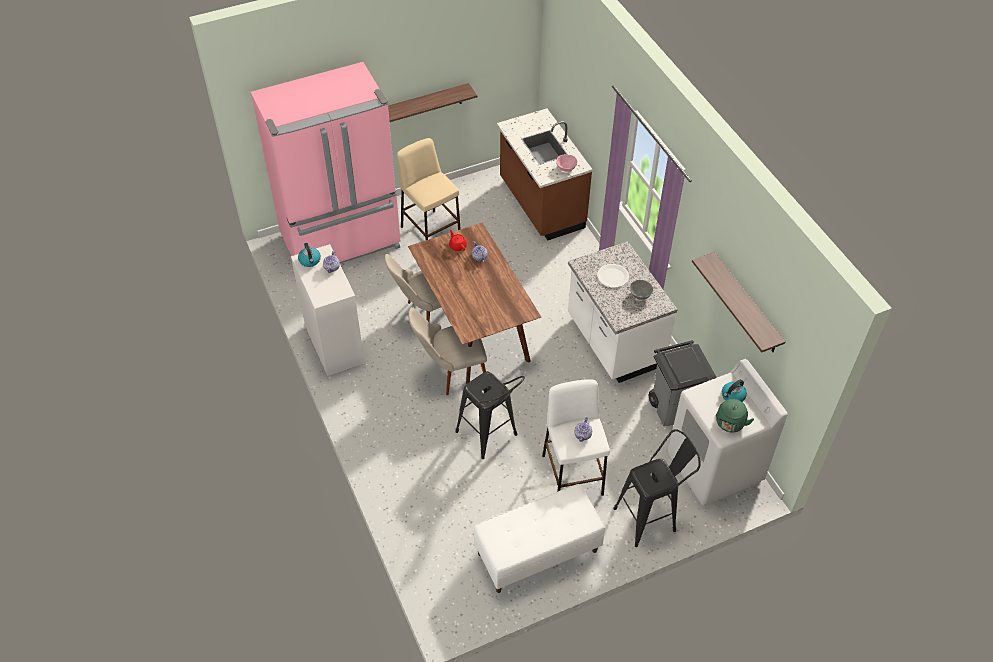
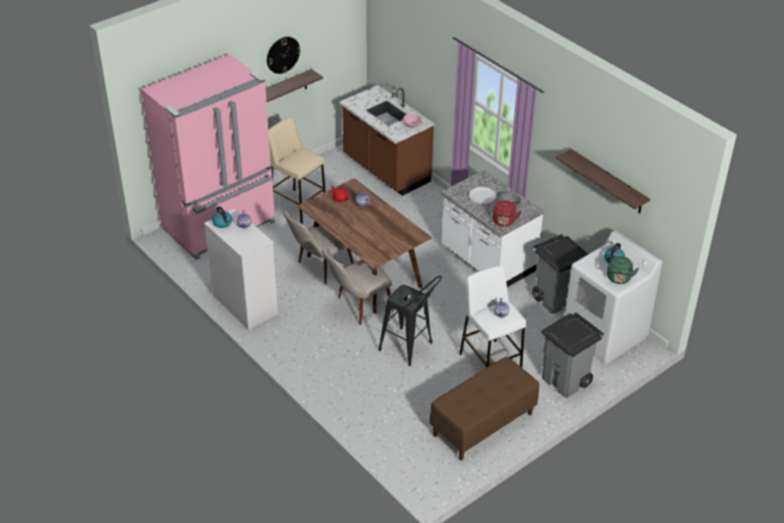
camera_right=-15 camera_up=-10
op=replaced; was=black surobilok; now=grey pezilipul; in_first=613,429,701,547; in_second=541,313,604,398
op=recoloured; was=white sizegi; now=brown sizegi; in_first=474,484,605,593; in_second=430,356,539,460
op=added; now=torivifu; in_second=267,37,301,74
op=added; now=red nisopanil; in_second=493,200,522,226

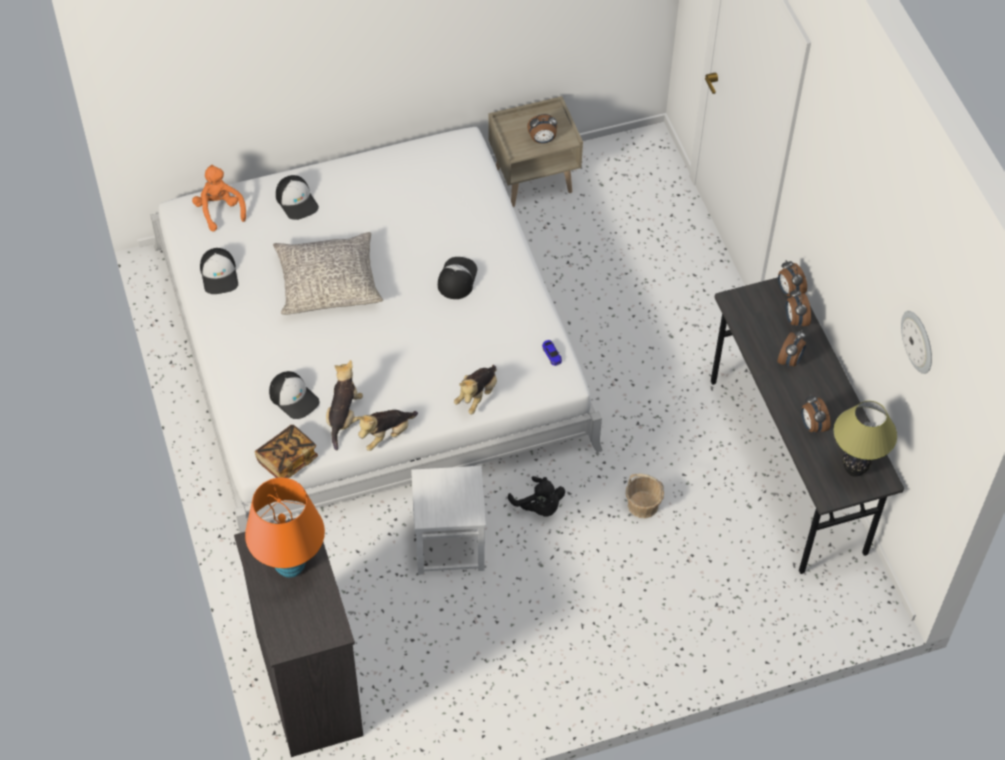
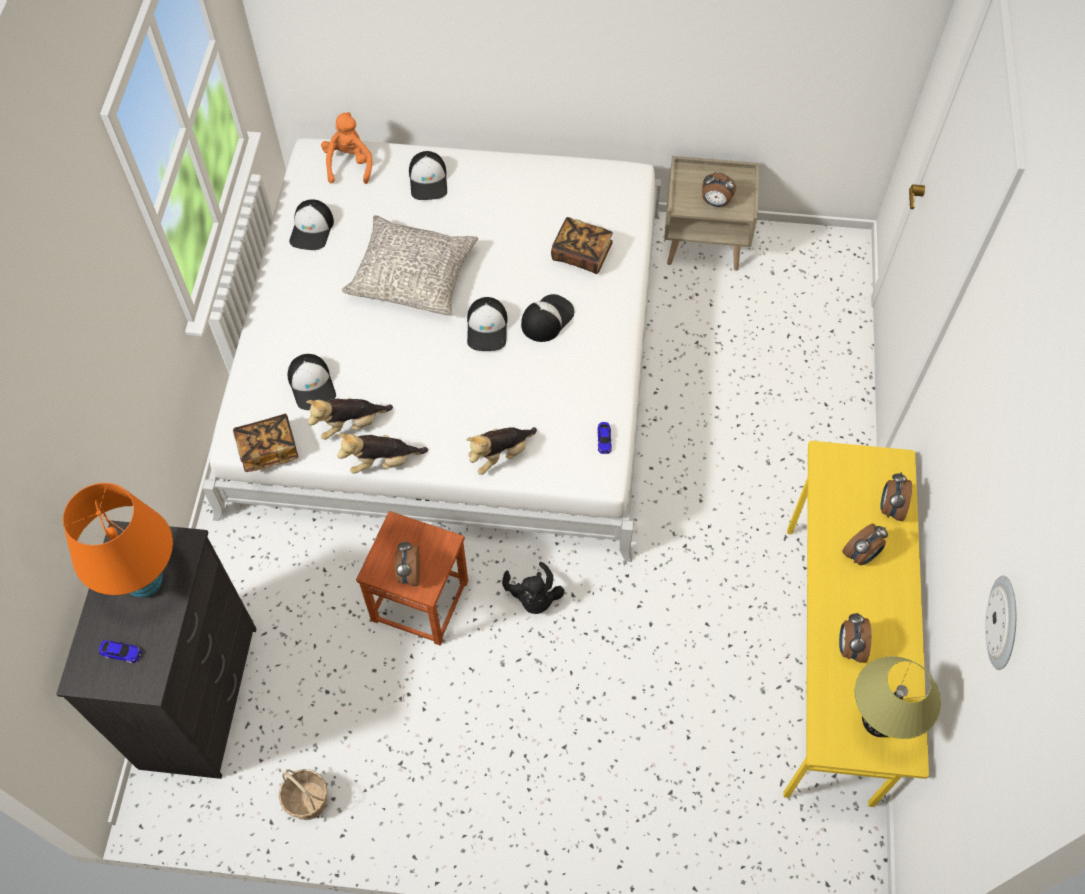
camera_right=25 camera_up=5
op=moved; was=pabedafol; in_first=778,260,807,296; in_second=395,541,420,586
op=recoloured; was=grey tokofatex; now=yellow tokofatex; in_first=711,277,904,574; in_second=783,441,929,807
op=turned; was=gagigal; in_first=326,360,363,450; in_second=306,398,393,440; clockwise=-150
op=recoloured; was=white surobilok; now=brown surobilok; in_first=411,466,486,575; in_second=356,511,468,645
op=moved; was=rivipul; in_first=626,474,664,518; in_second=279,769,328,820
op=added; now=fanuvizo; in_second=551,217,613,274
op=added; now=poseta; in_second=467,297,508,351
op=added; now=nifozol; in_second=99,640,141,663

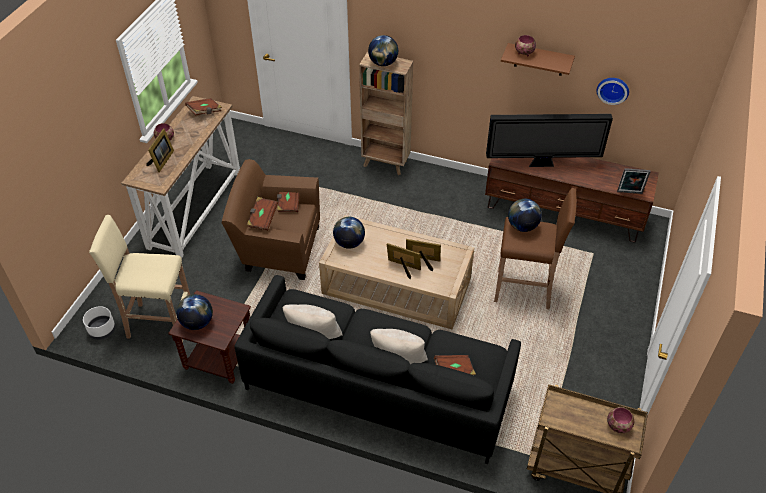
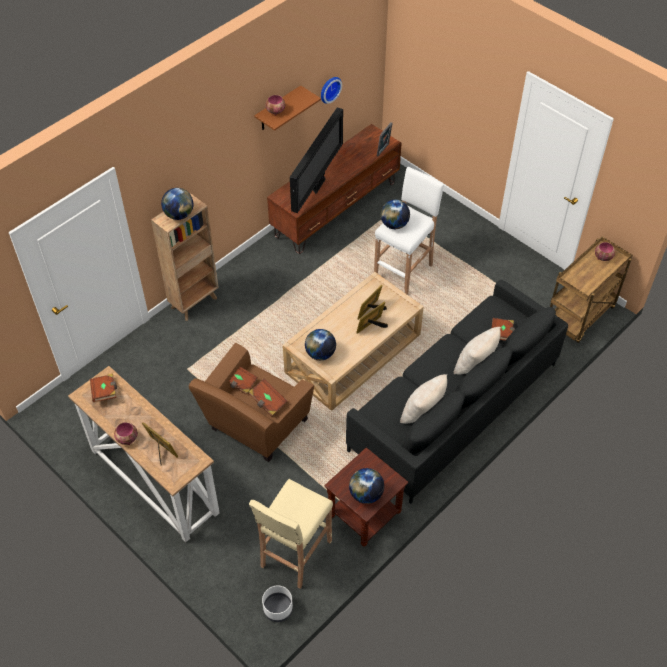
camera_right=-65 camera_up=5
op=recoloured; was=brown surobilok; now=white surobilok; in_first=494,188,577,309; in_second=374,167,444,294

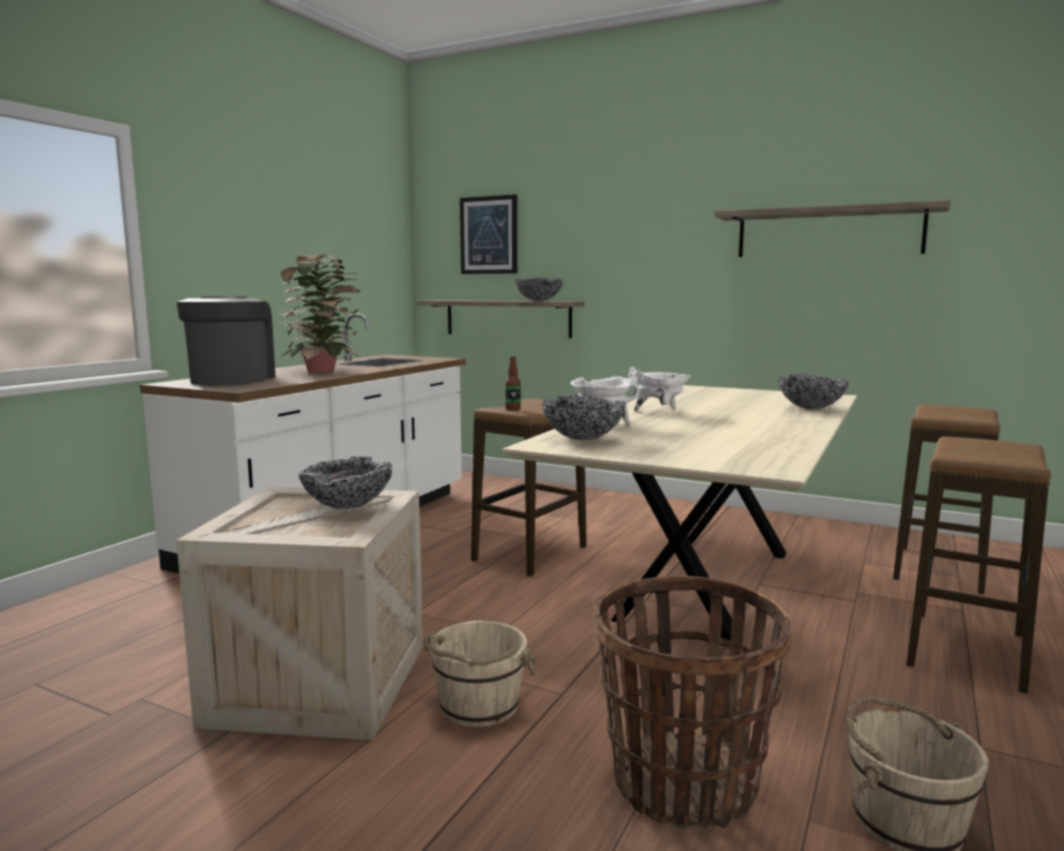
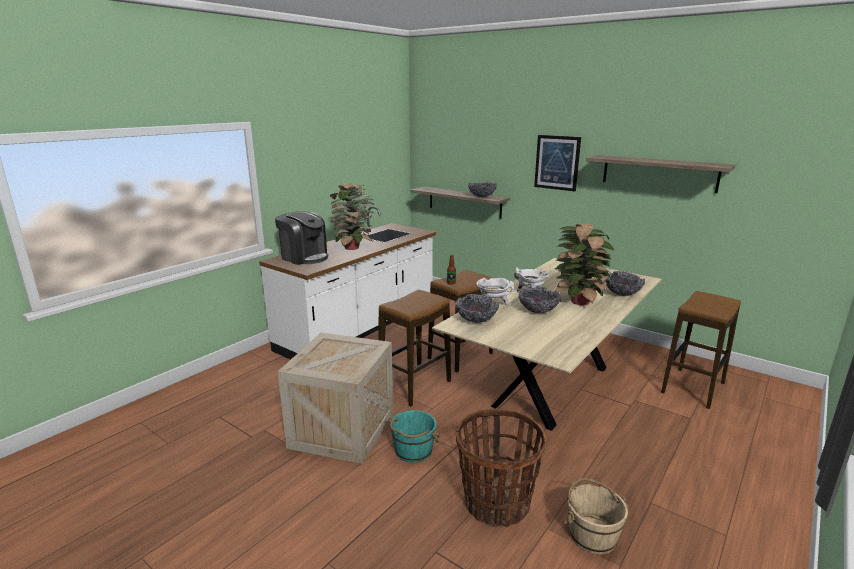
camera_right=10 camera_up=10
op=moved; was=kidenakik; in_first=460,194,517,274; in_second=534,135,581,191
op=turned; was=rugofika; in_first=177,297,276,385; in_second=275,211,328,265; clockwise=120
op=moved; was=surobilok; in_first=906,436,1051,693; in_second=379,290,451,406
op=moved; was=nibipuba; in_first=299,456,392,509; in_second=518,287,561,313
op=recoloured; was=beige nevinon; now=turquoise nevinon; in_first=423,621,537,727; in_second=389,410,440,463
op=added; now=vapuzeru; in_second=555,224,615,305

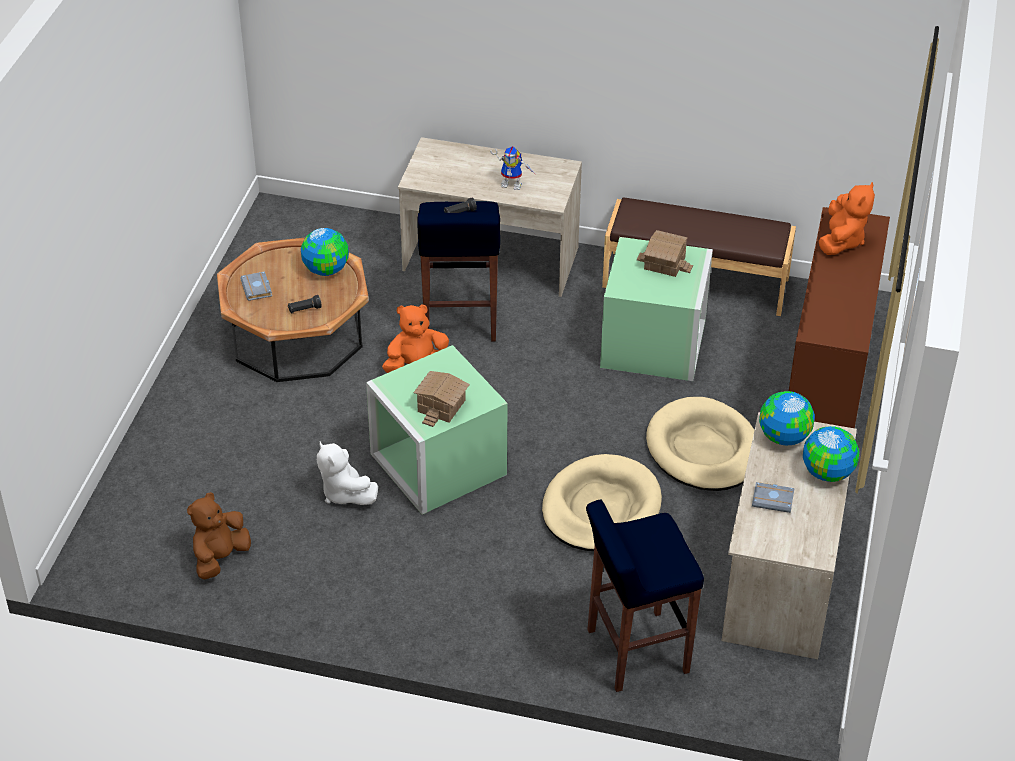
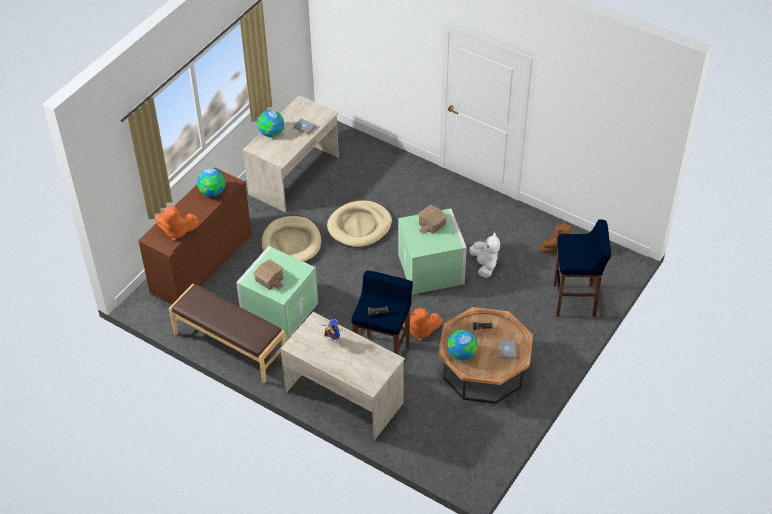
camera_right=-160 camera_up=5
op=turned; was=orange gagigal; in_first=819,182,875,255; in_second=155,206,199,241; clockwise=-120
op=moved; was=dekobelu; in_first=759,391,815,445; in_second=197,168,225,197
op=moved; was=blue surobilok; in_first=586,499,704,692; in_second=553,219,611,317

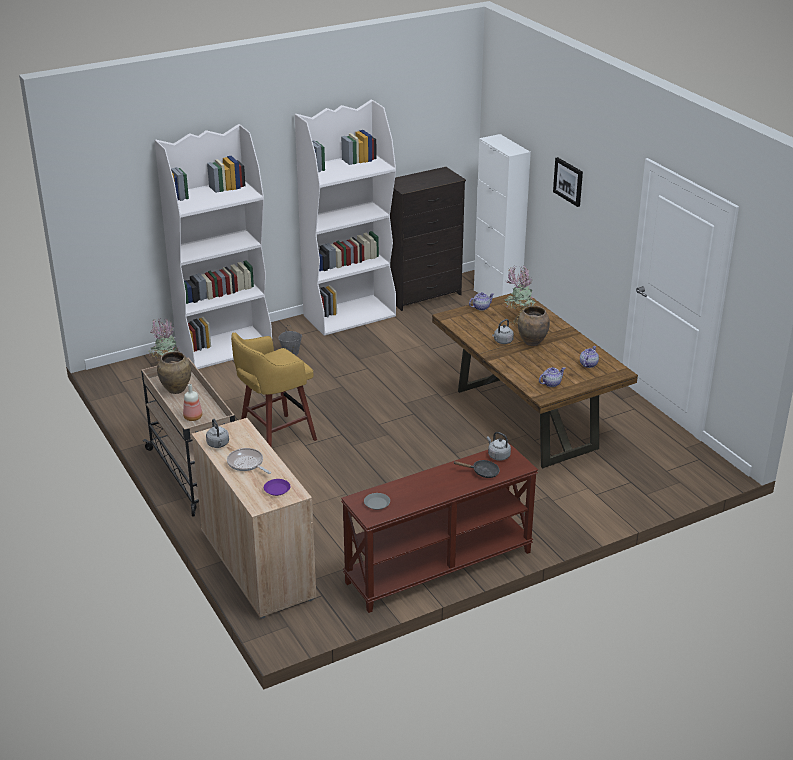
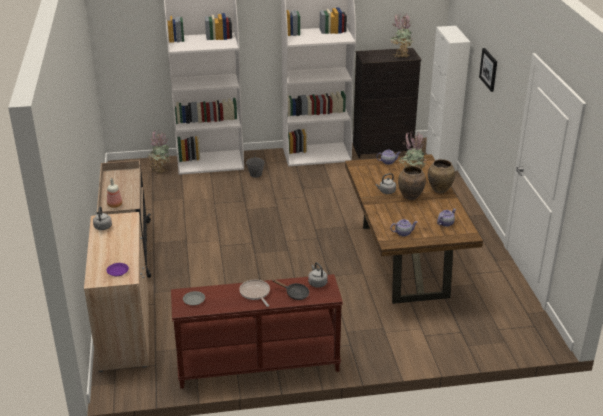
camera_right=20 camera_up=0
op=removed; was=yellow surobilok; in_first=231,333,317,448
op=moved; was=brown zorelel; in_first=157,351,191,394; in_second=428,159,455,193
op=moved; was=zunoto; in_first=227,448,271,474; in_second=239,280,270,307
op=added; now=vapuzeru; in_second=390,13,413,58

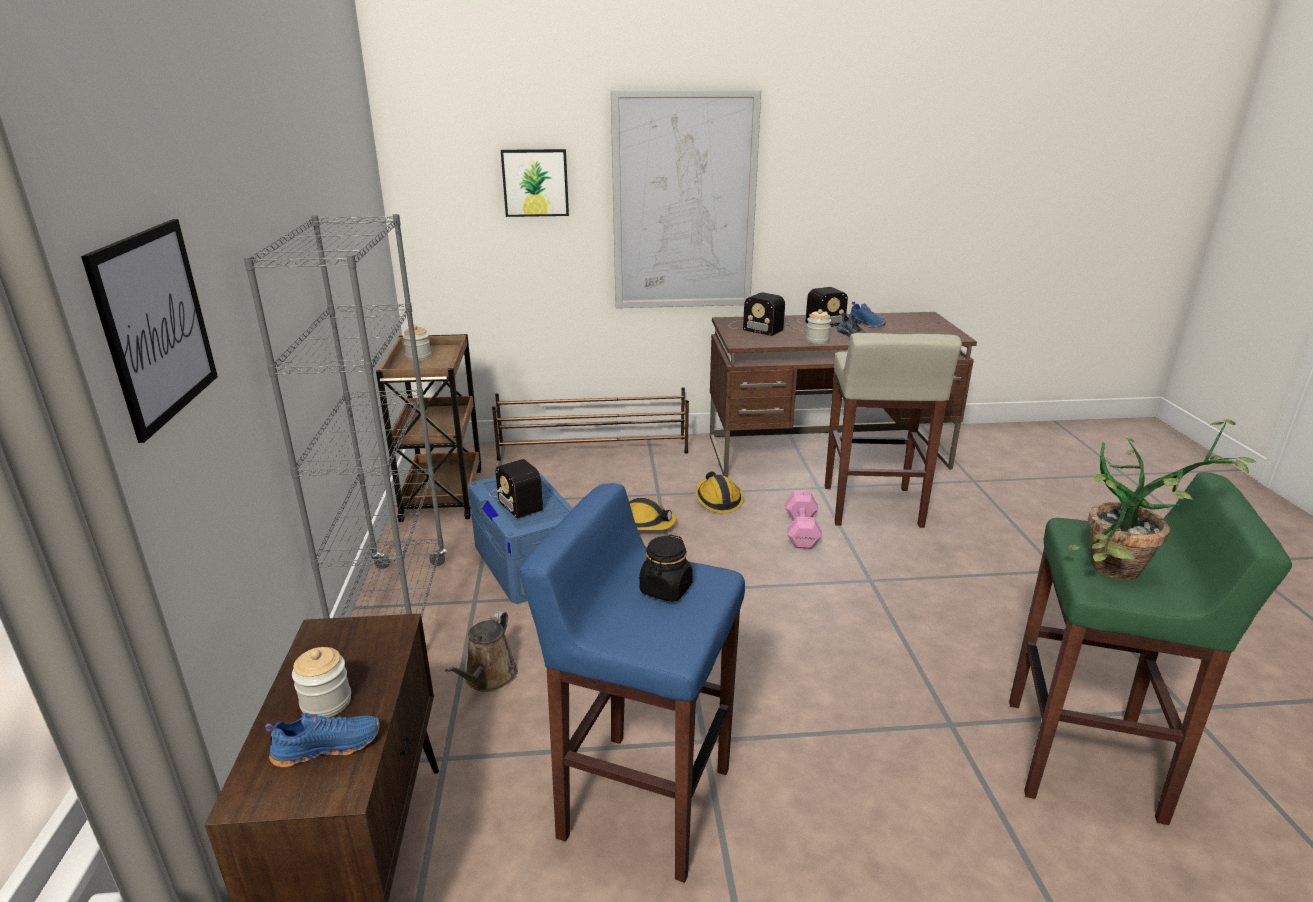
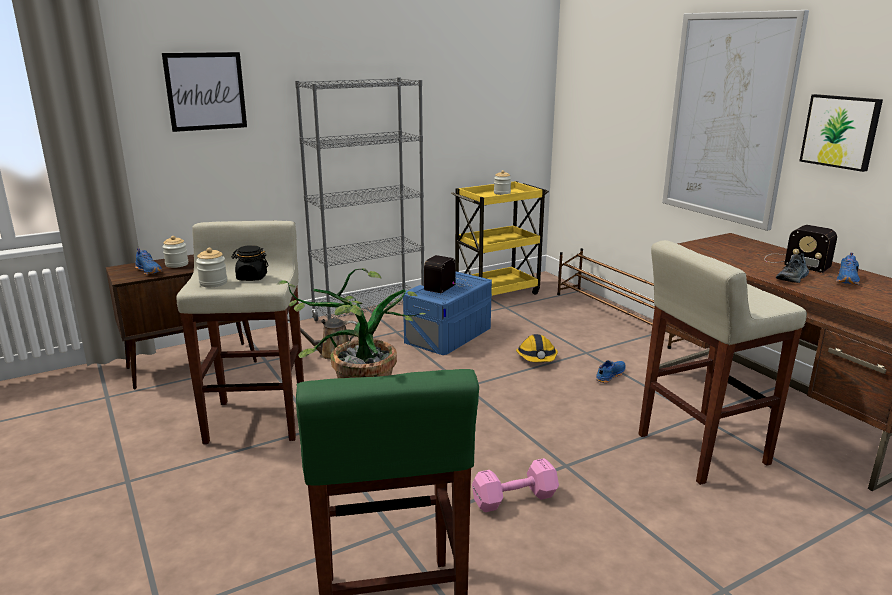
camera_right=65 camera_up=-5
op=moved; was=kidenakik; in_first=501,149,569,217; in_second=799,94,883,172
op=removed; was=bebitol; in_first=728,292,785,336
op=moved; was=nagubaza; in_first=806,309,831,344; in_second=196,248,227,287
op=recoloured; was=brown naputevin; now=yellow naputevin; in_first=376,334,482,522; in_second=451,181,549,296
op=replaced; was=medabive; now=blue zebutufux; in_first=695,472,744,513; in_second=596,360,625,383
op=recoloured; was=blue surobilok; now=beige surobilok; in_first=519,483,745,883; in_second=176,221,304,444
op=moved; was=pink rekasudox; in_first=785,491,822,549; in_second=472,458,559,512

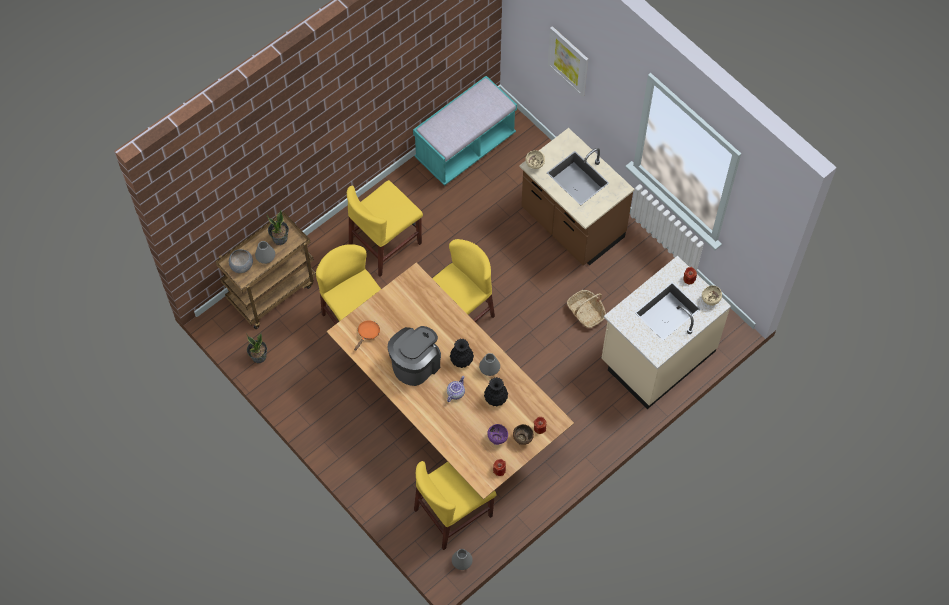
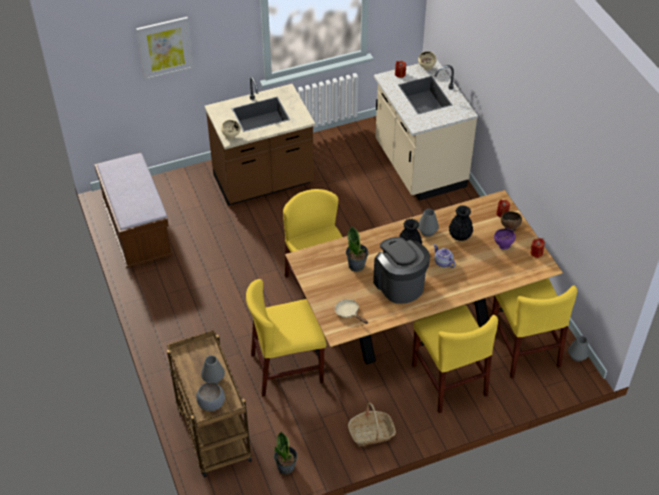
camera_right=-70 camera_up=-15
op=recoloured; was=turquoise sizegi; now=brown sizegi; in_first=413,76,517,186; in_second=94,152,173,268
op=moved; was=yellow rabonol; in_first=347,180,423,277; in_second=412,305,498,413
op=moved; was=vapuzeru; in_first=267,211,289,245; in_second=346,227,369,272
op=moved; was=rivipul; in_first=567,290,606,328; in_second=348,402,396,447
op=recoloured; was=orange zunoto; now=beige zunoto; in_first=354,320,380,350; in_second=335,299,368,324

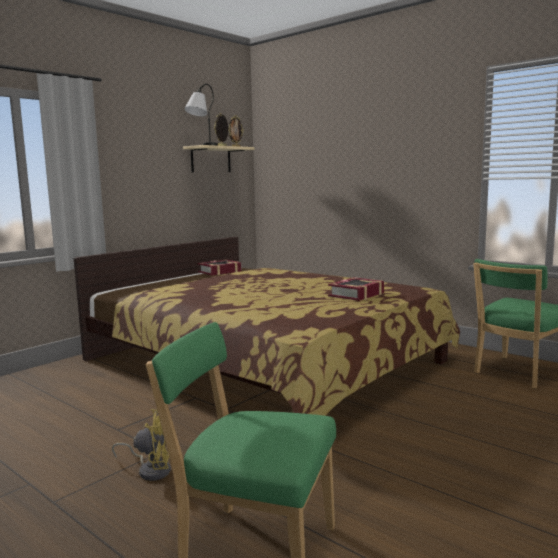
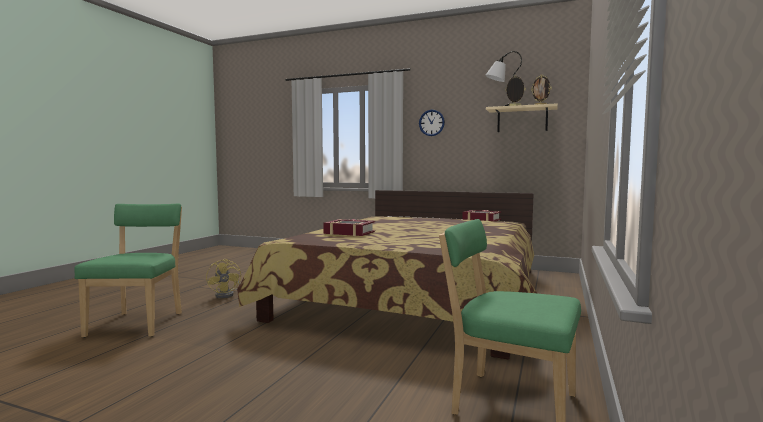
camera_right=70 camera_up=-5
op=moved; was=fanuvizo; in_first=328,277,384,301; in_second=323,219,375,236
op=added; now=torivifu; in_second=419,109,445,136

